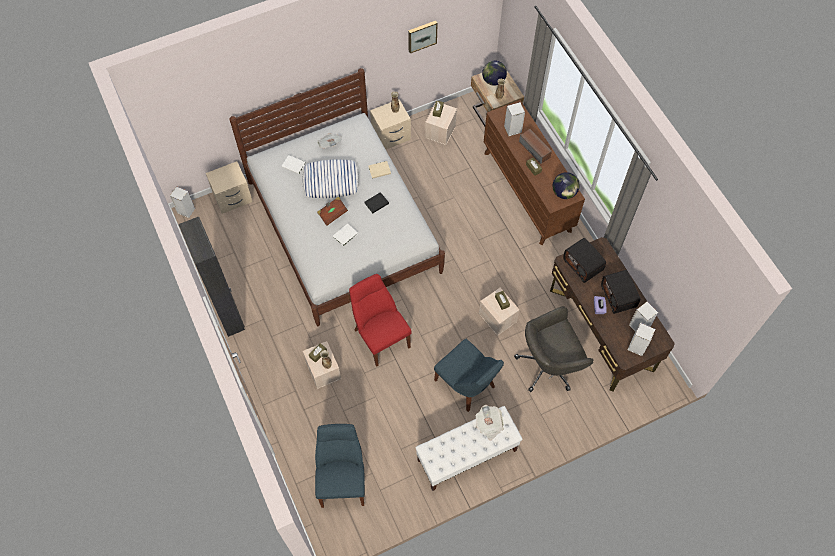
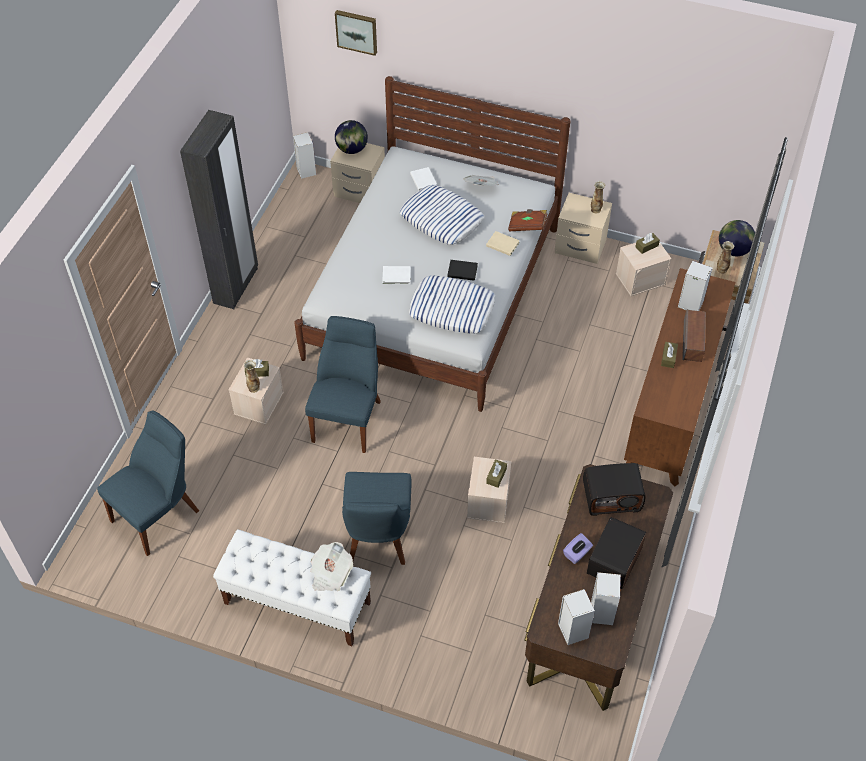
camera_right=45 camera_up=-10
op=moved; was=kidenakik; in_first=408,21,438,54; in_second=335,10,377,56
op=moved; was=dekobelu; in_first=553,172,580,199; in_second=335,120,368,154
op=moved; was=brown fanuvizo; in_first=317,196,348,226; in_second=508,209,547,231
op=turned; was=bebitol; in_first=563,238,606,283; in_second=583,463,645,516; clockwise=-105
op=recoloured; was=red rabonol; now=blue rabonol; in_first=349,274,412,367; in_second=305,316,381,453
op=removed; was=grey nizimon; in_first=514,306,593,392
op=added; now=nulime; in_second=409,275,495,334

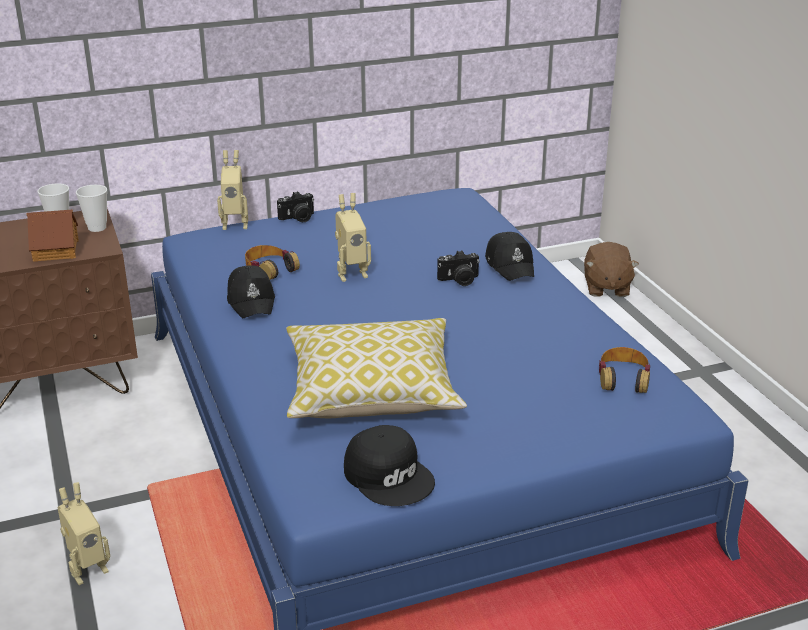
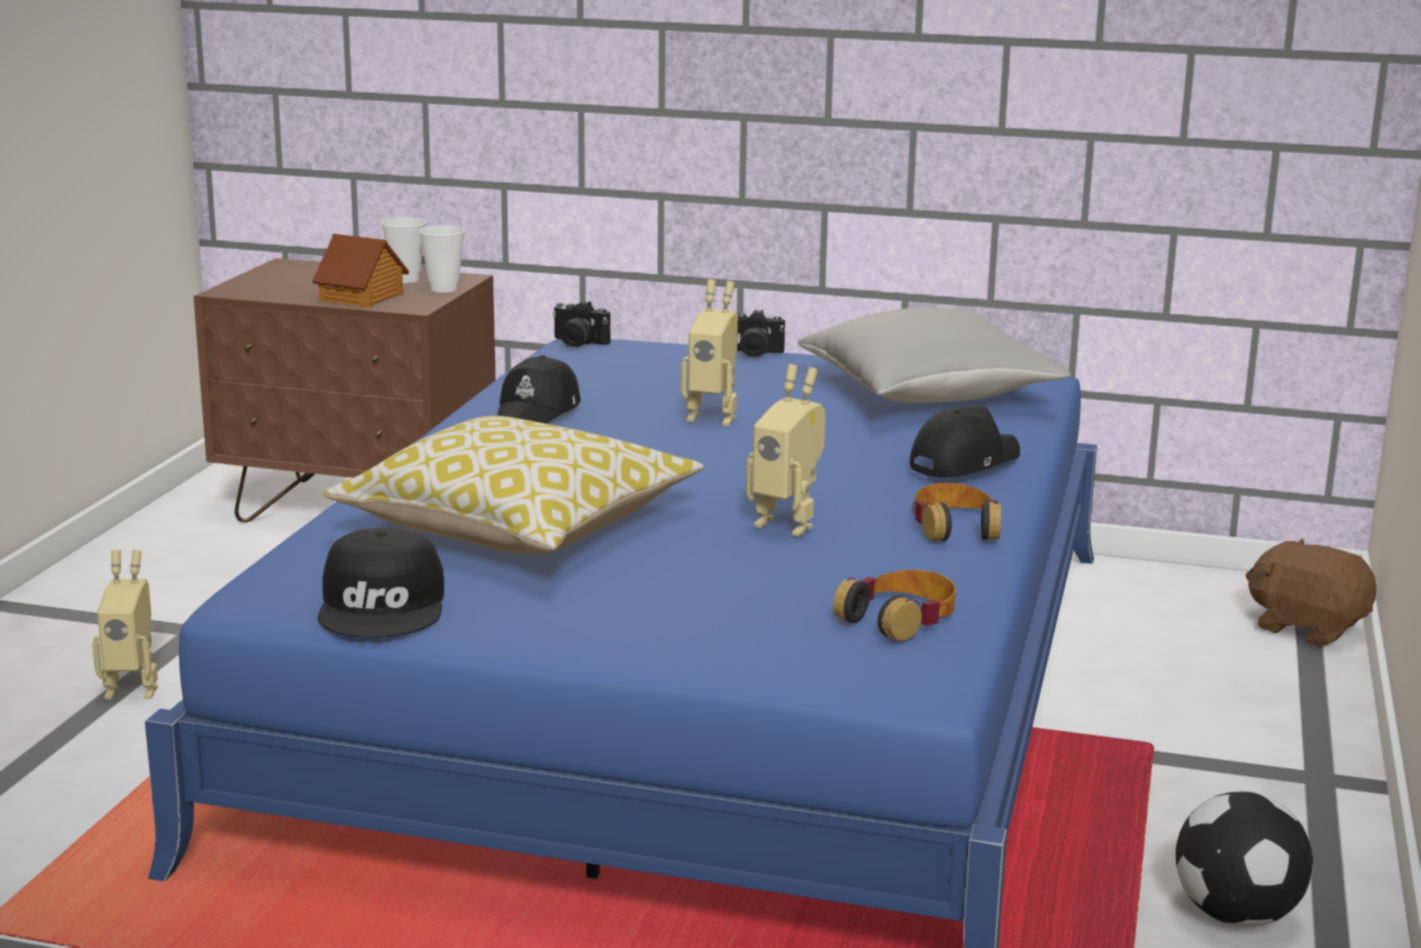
camera_right=35 camera_up=-10
op=moved; was=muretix; in_first=217,150,248,230; in_second=746,364,826,536
op=turned; was=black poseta; in_first=485,232,534,281; in_second=910,406,1020,477; clockwise=-150
op=turned; was=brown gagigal; in_first=584,242,639,297; in_second=1246,538,1377,646; clockwise=90
op=moved; was=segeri; in_first=245,245,300,280; in_second=913,483,1001,541
op=moved; was=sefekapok; in_first=437,250,480,286; in_second=552,301,610,347
op=added; now=grey nulime; in_second=797,308,1071,403
op=added; now=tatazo; in_second=1175,792,1313,927

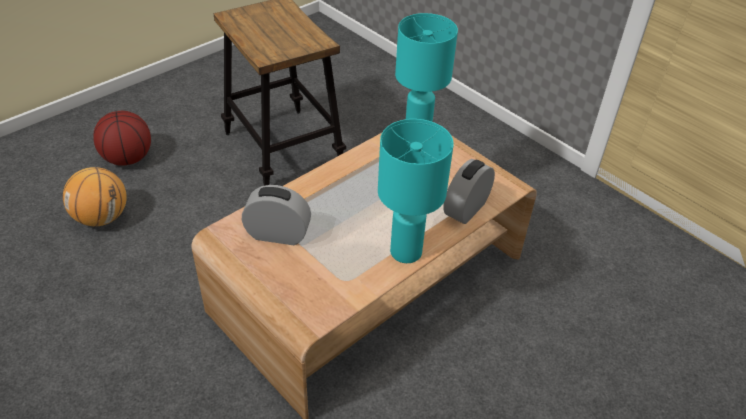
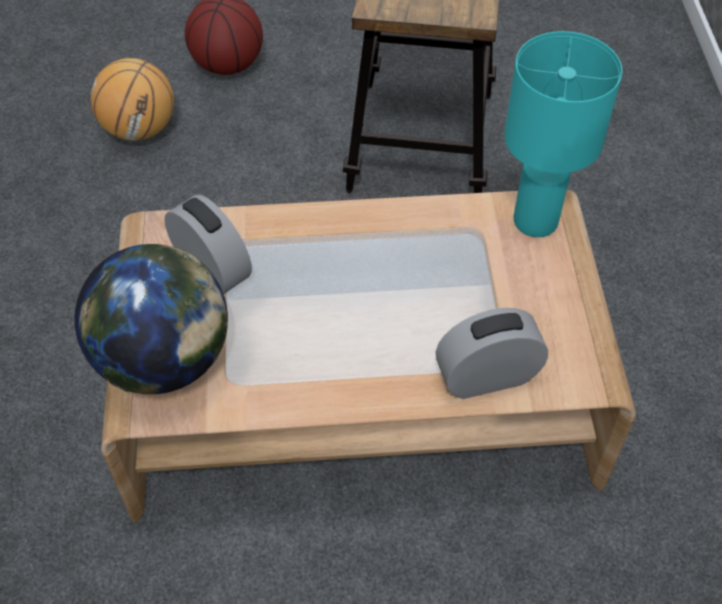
camera_right=40 camera_up=10
op=removed; was=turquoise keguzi; in_first=378,119,454,263
op=added; now=dekobelu; in_second=75,244,228,394

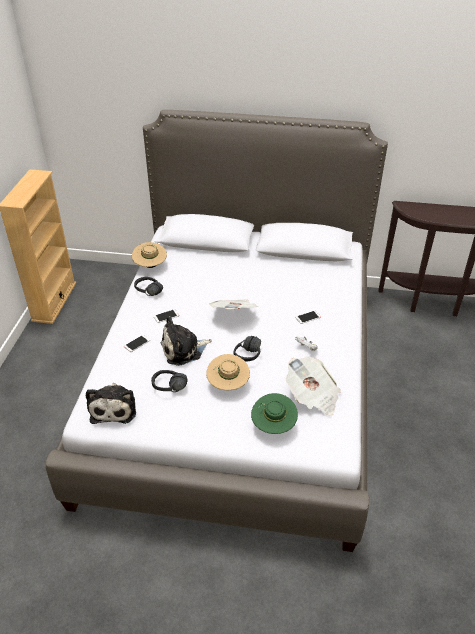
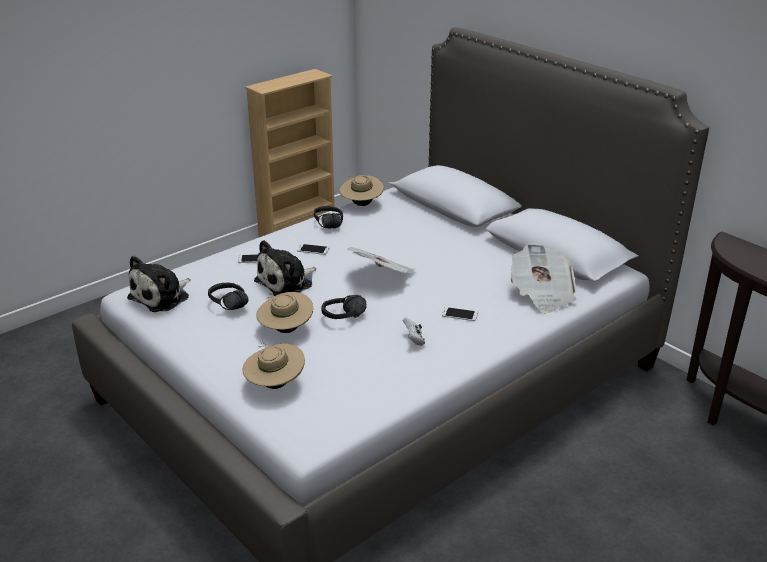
camera_right=40 camera_up=-10
op=turned; was=gagigal; in_first=160,316,212,366; in_second=254,240,316,296; clockwise=-60
op=moved; was=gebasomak; in_first=286,357,341,416; in_second=510,243,576,314
op=recoloured; was=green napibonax; now=beige napibonax; in_first=251,393,298,434; in_second=243,342,305,389

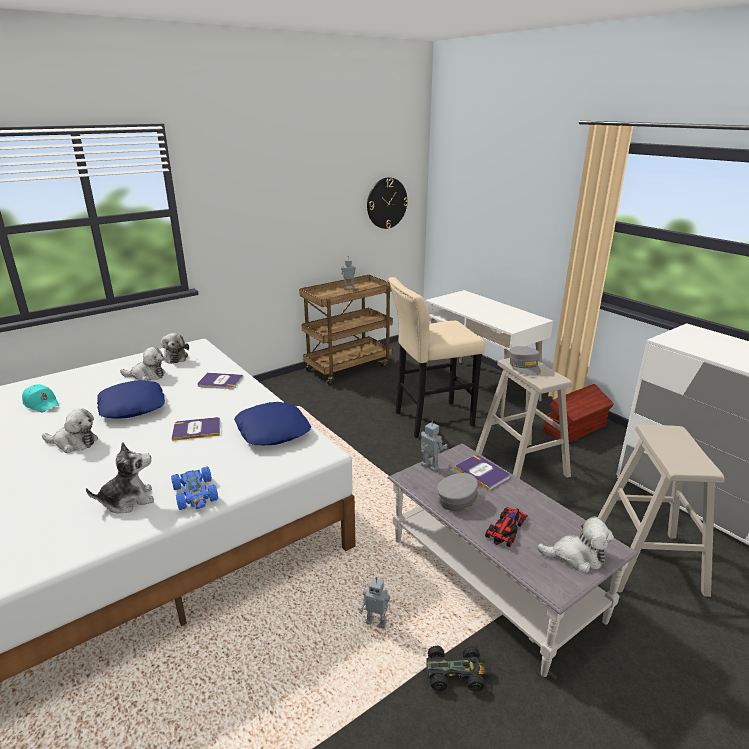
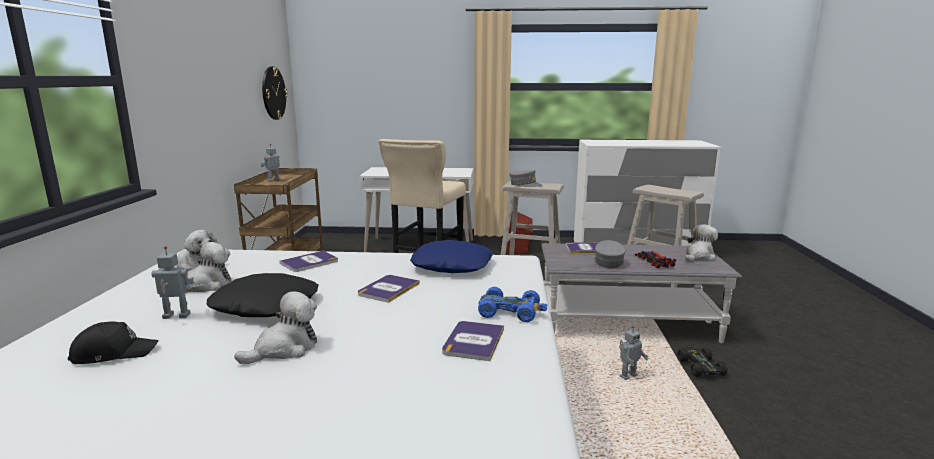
camera_right=-50 camera_up=-10
op=recoloured; was=blue nulime; now=black nulime; in_first=97,380,165,419; in_second=206,273,319,317
op=recoloured; was=turquoise poseta; now=black poseta; in_first=22,384,59,412; in_second=68,321,159,364
op=moved; was=muretix; in_first=421,420,448,472; in_second=151,246,194,319
op=replaced; was=gagigal; now=fanuvizo; in_first=86,442,154,513; in_second=442,321,504,361
op=turned; was=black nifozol; in_first=426,645,492,691; in_second=678,347,728,377; clockwise=-45

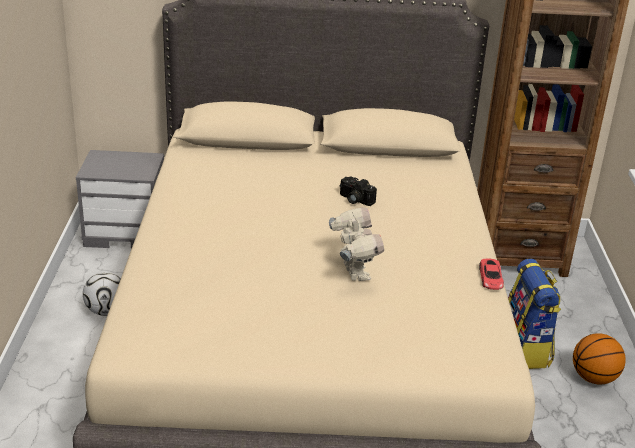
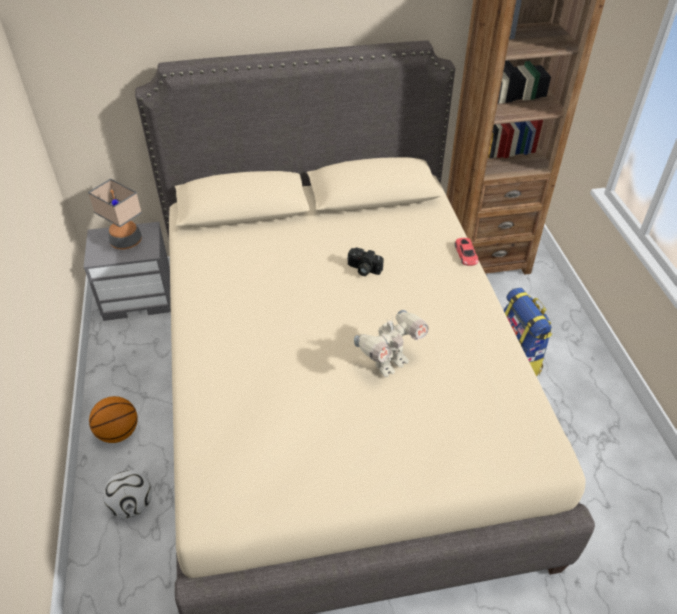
camera_right=-10 camera_up=15
op=turned; was=muretix; in_first=329,207,384,281; in_second=354,310,429,377; clockwise=75
op=moved; was=red nifozol; in_first=479,258,504,290; in_second=455,238,478,266
op=moved; was=tatazo; in_first=83,272,121,316; in_second=103,470,152,518
op=moved; was=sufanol; in_first=573,333,626,385; in_second=89,396,138,443
op=added; now=keguzi; in_second=88,179,142,250

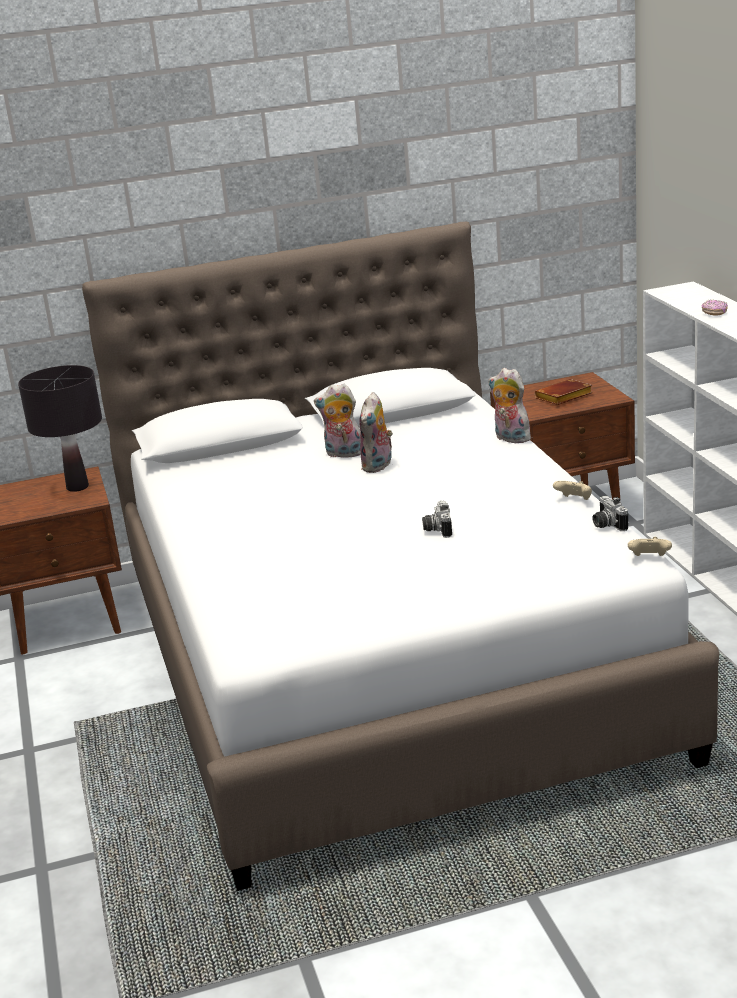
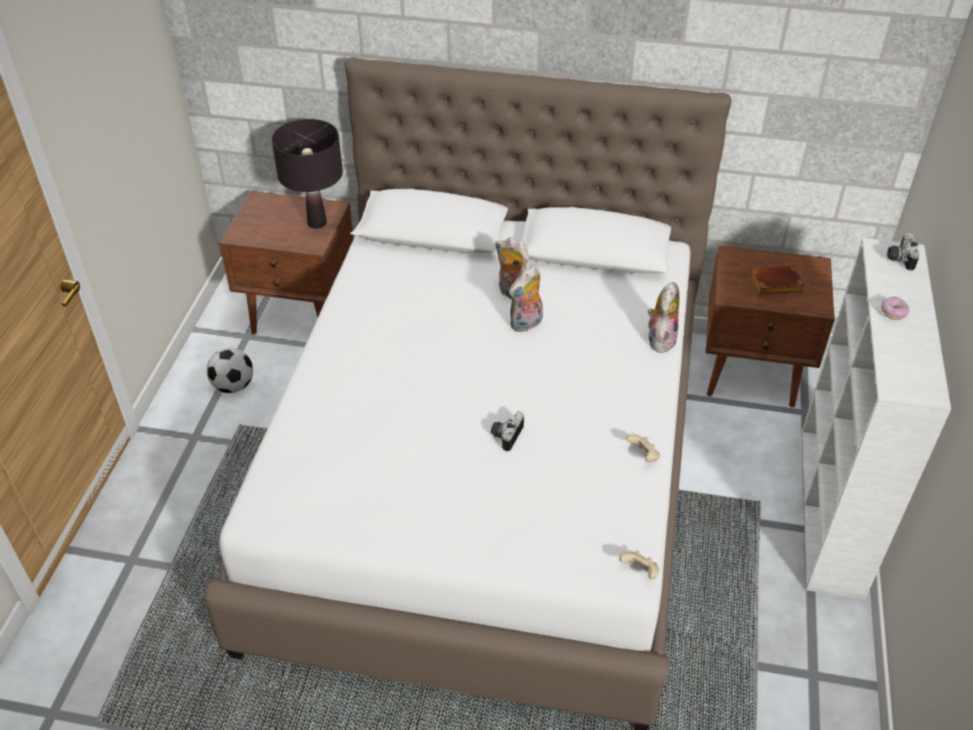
camera_right=25 camera_up=20
op=turned; was=gagigal; in_first=488,368,533,443; in_second=648,282,679,353; clockwise=45
op=moved; was=sefekapok; in_first=592,496,628,531; in_second=887,232,920,271
op=added; now=tatazo; in_second=207,348,253,393

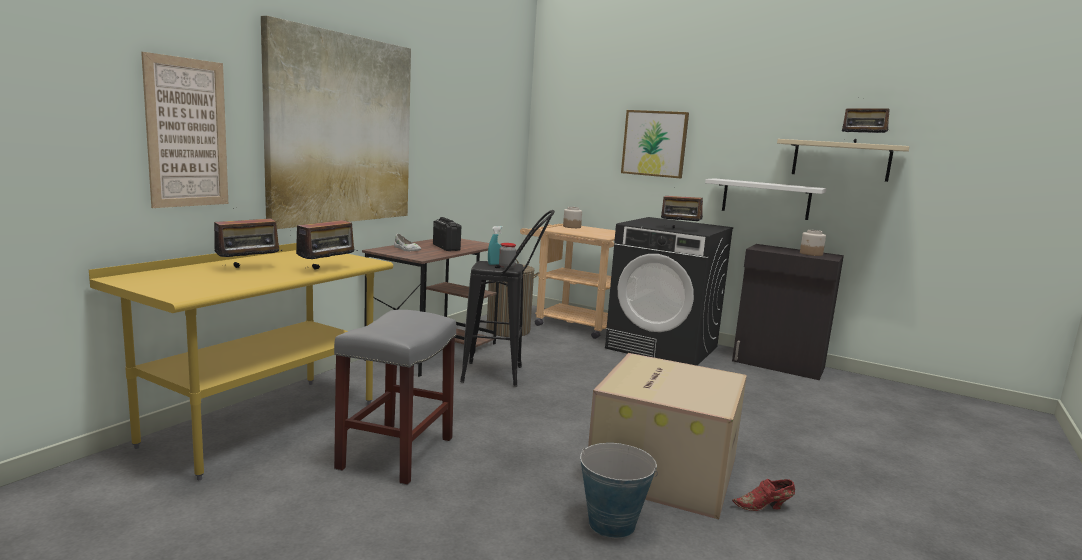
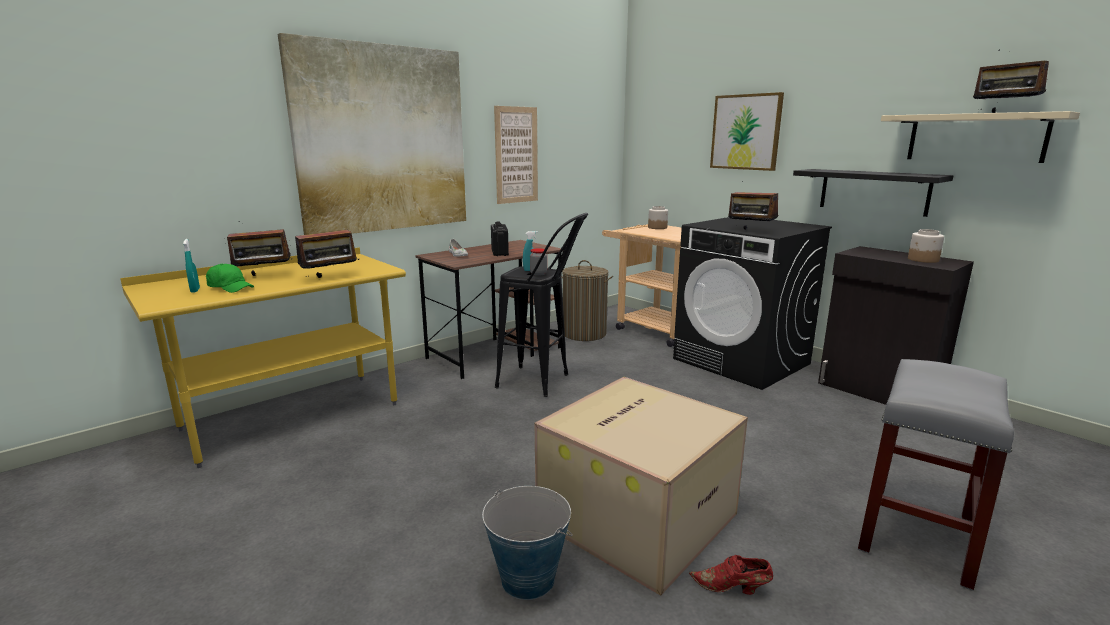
camera_right=20 camera_up=5
op=moved; was=kidenakik; in_first=141,52,228,208; in_second=494,106,538,204
op=recoloured; was=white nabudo; now=black nabudo; in_first=705,178,826,220; in_second=793,169,954,217
op=moved; was=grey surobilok; in_first=334,310,457,485; in_second=858,359,1014,591
op=added; now=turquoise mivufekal; in_second=183,239,200,293
op=added; now=green poseta; in_second=206,264,254,293

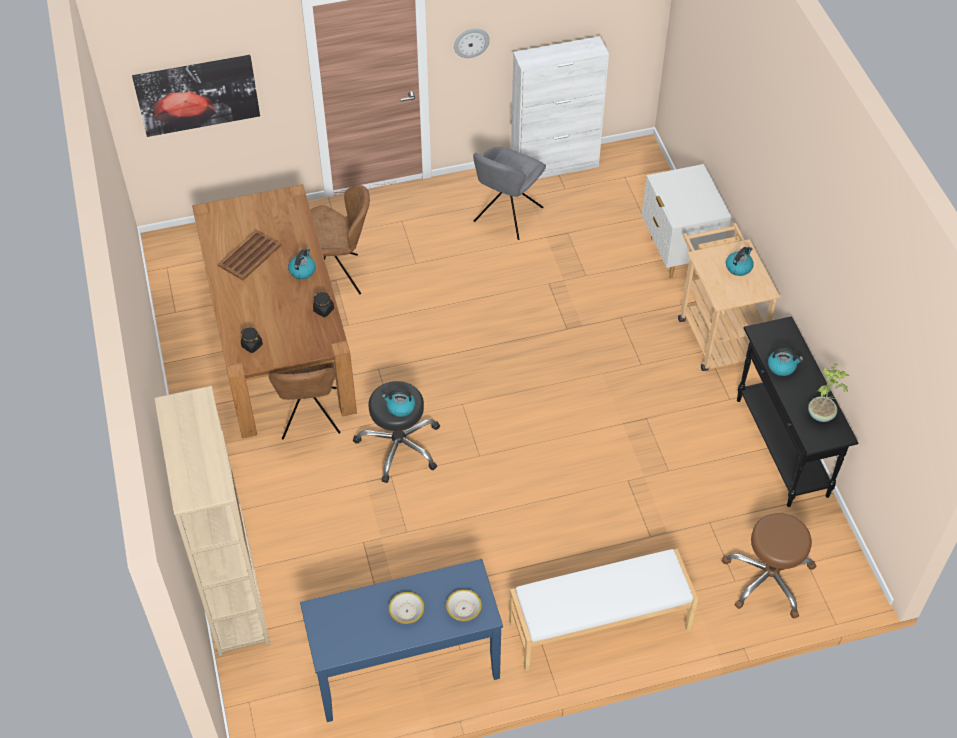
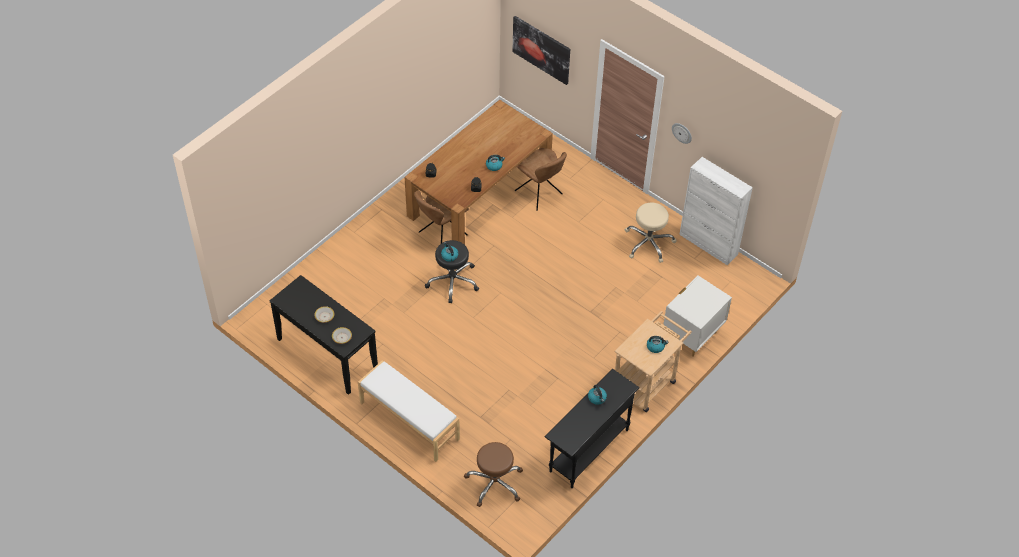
camera_right=55 camera_up=0
op=replaced; was=grey rabonol; now=beige surobilok; in_first=473,147,546,240; in_second=625,203,677,263
op=removed; was=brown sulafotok; in_first=218,229,282,280
op=removed; was=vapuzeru; in_first=808,364,849,422
op=removed; was=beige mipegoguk; in_first=154,386,270,657
op=recoloured; was=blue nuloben; now=black nuloben; in_first=300,559,503,722; in_second=270,275,378,395

